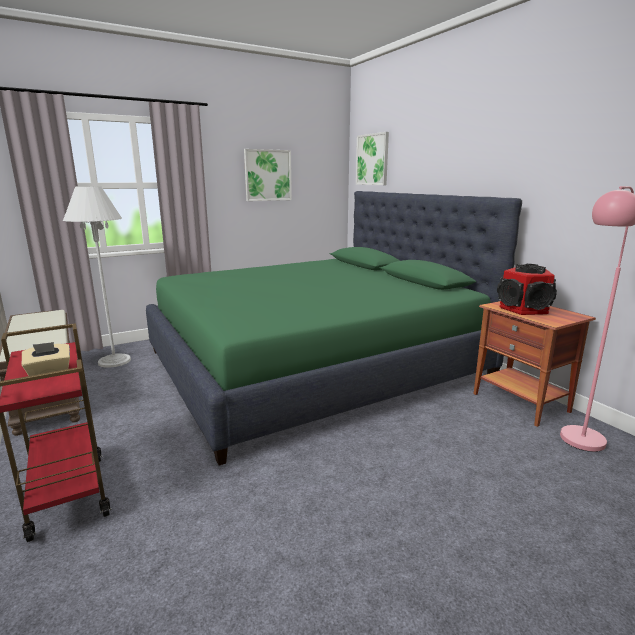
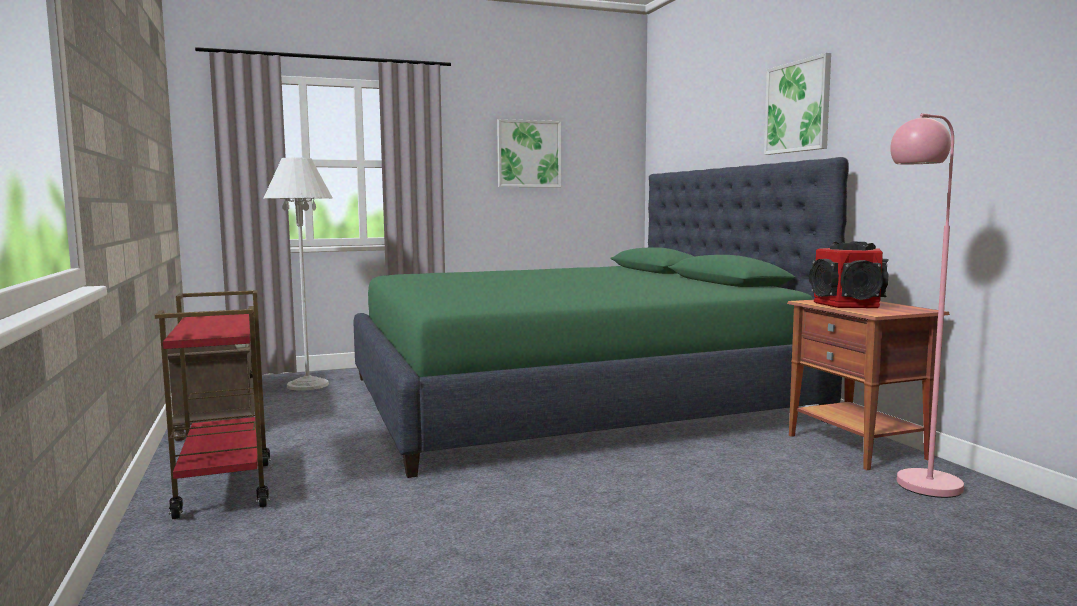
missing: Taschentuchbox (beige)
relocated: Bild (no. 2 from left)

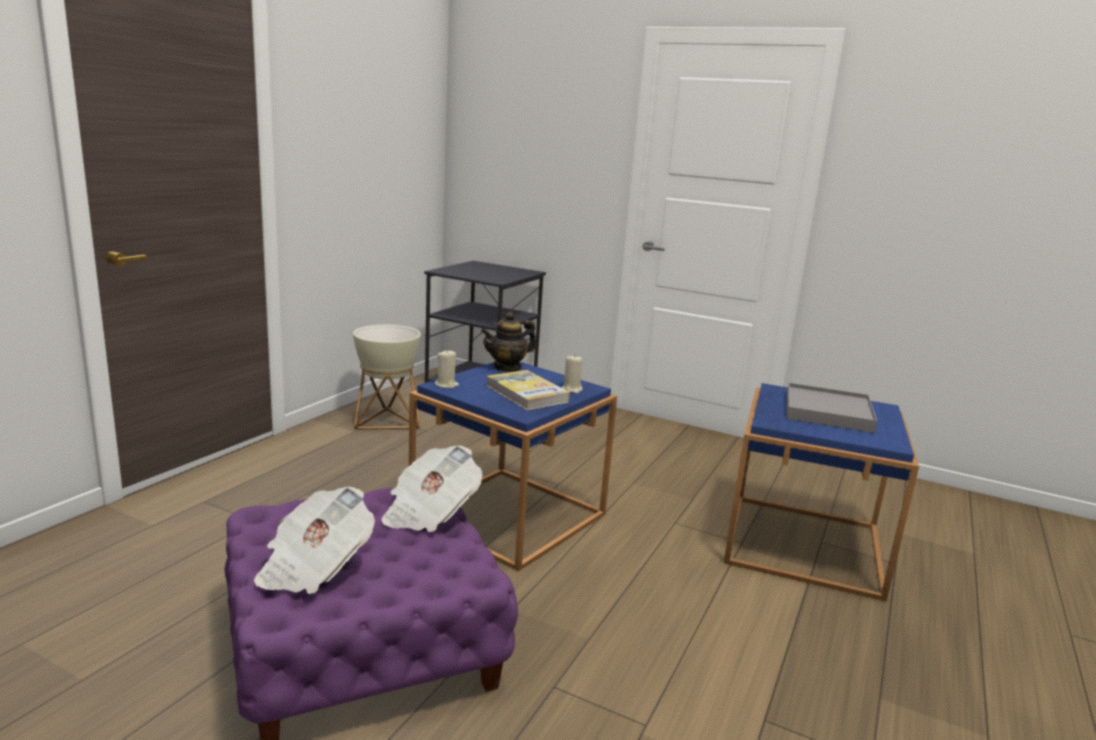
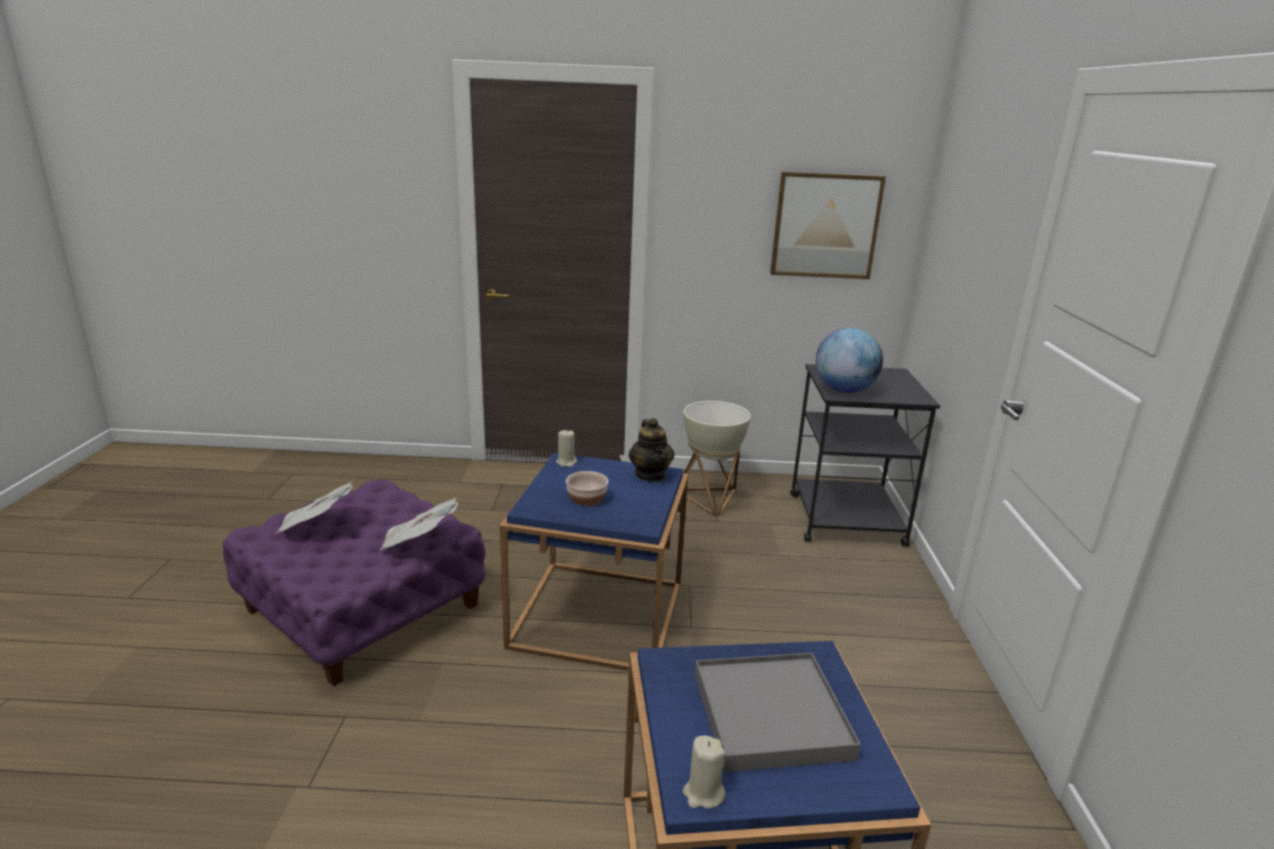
appeared: Bild; Globus
relocated: Kerze (beige) (no. 2 from left)
exchanged: Buch to Schüssel
spun: Teekanne 135 degrees counterclockwise

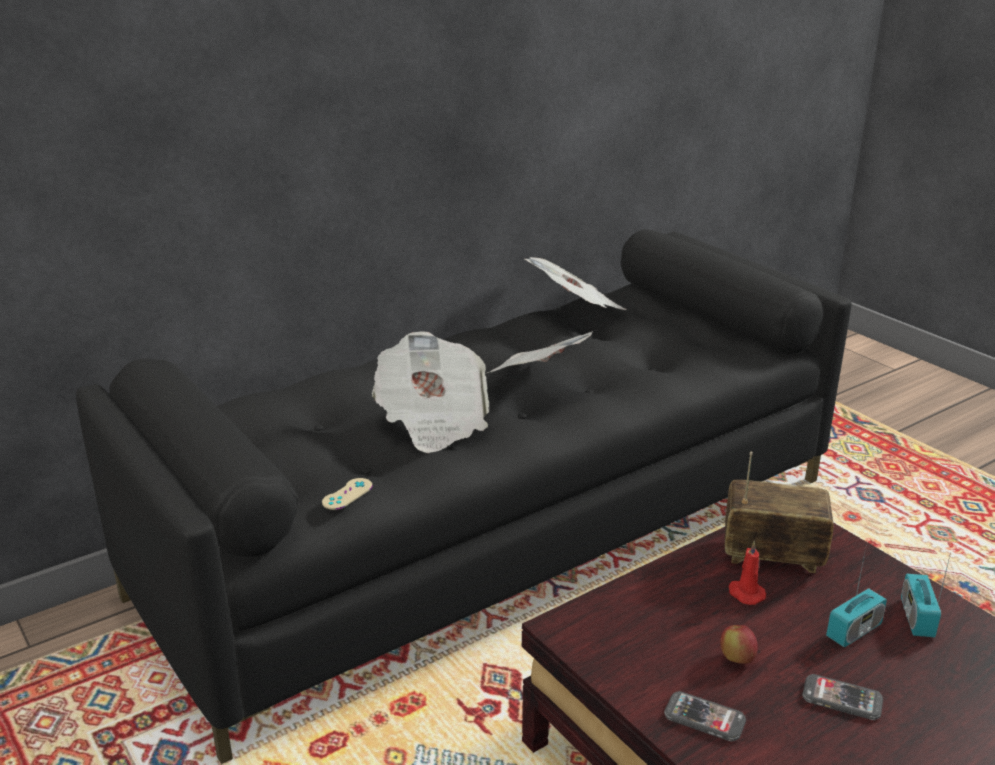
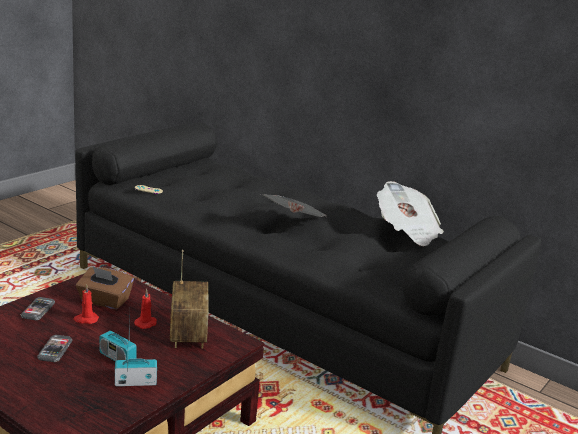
missing: Zeitung (no. 1 from left)
appeared: Taschentuchbox (braun)
exchanged: Apfel to Kerze (rot) (no. 1 from left)

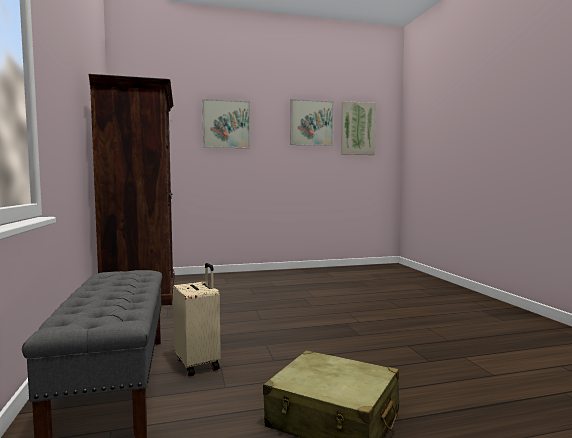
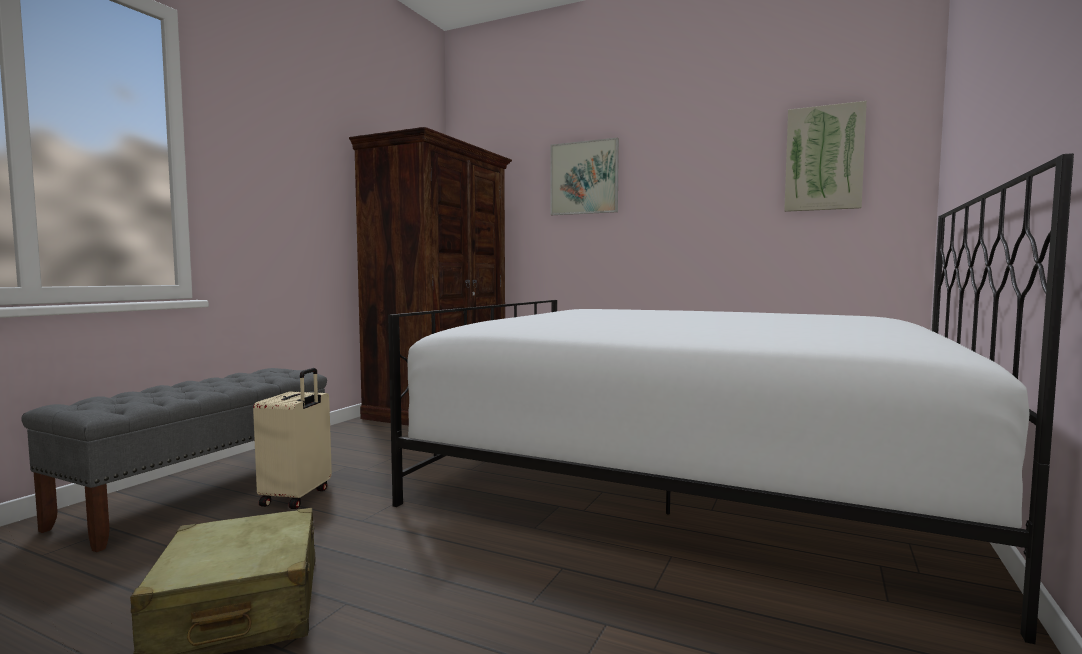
missing: Bild (no. 2 from left)
appeared: Bett (weiß)

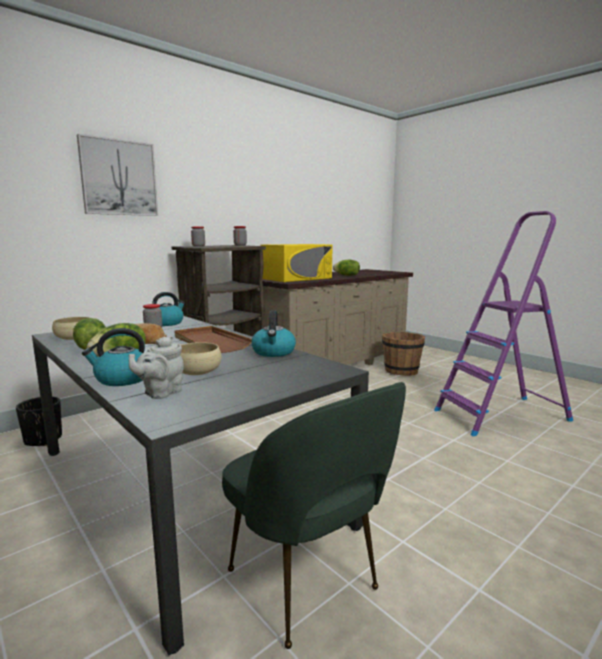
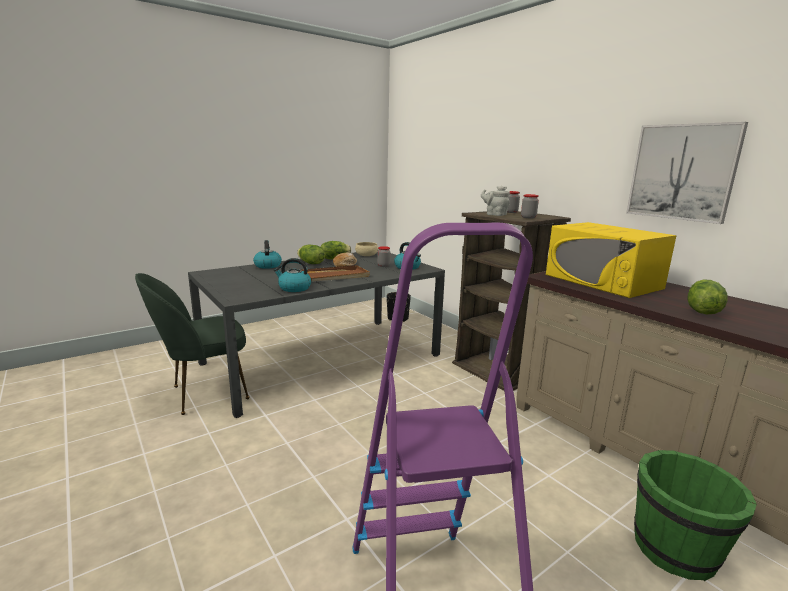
missing: Schüssel (beige) (no. 2 from left)
relocated: Bild; Teekanne (grau)
colour: Eimer (braun) to Eimer (grün)

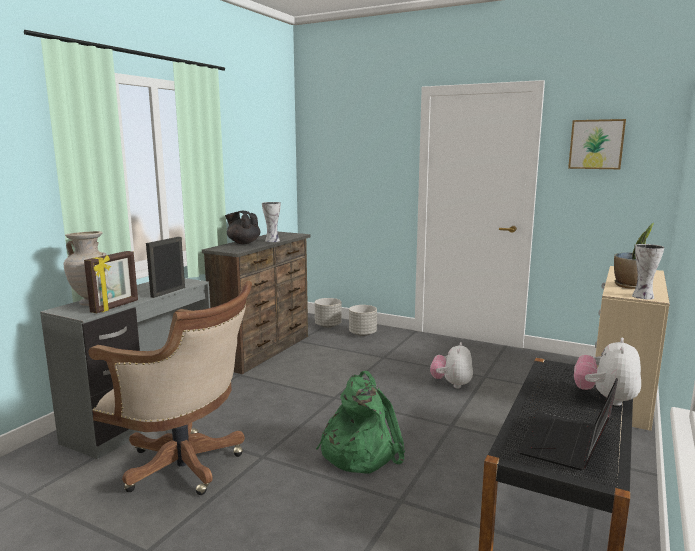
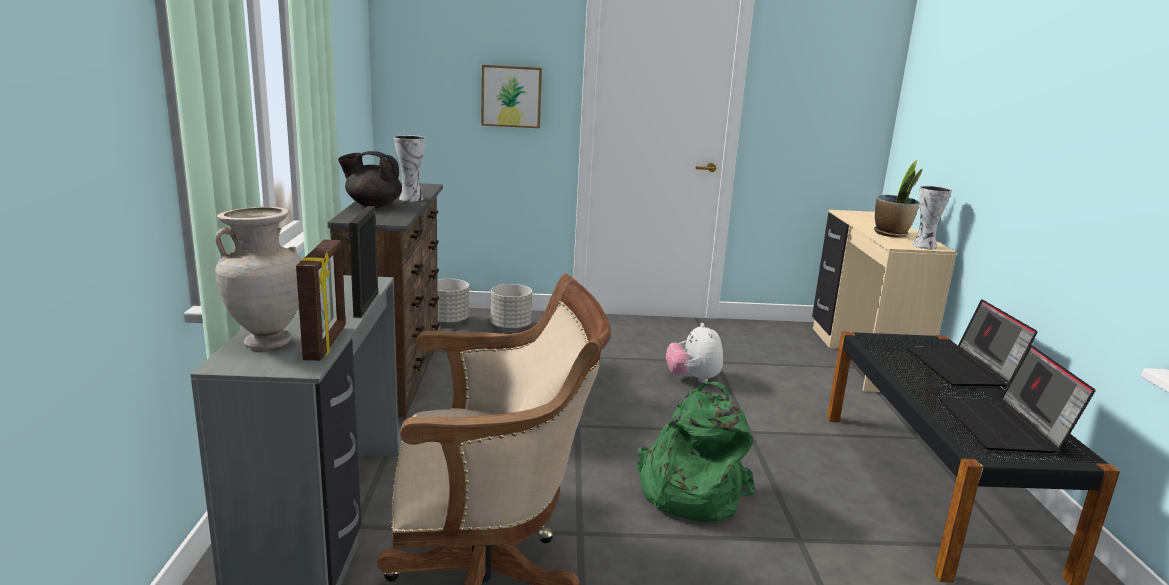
relocated: Bild
exchanged: Plüschtier (no. 2 from left) to Laptop (no. 1 from left)

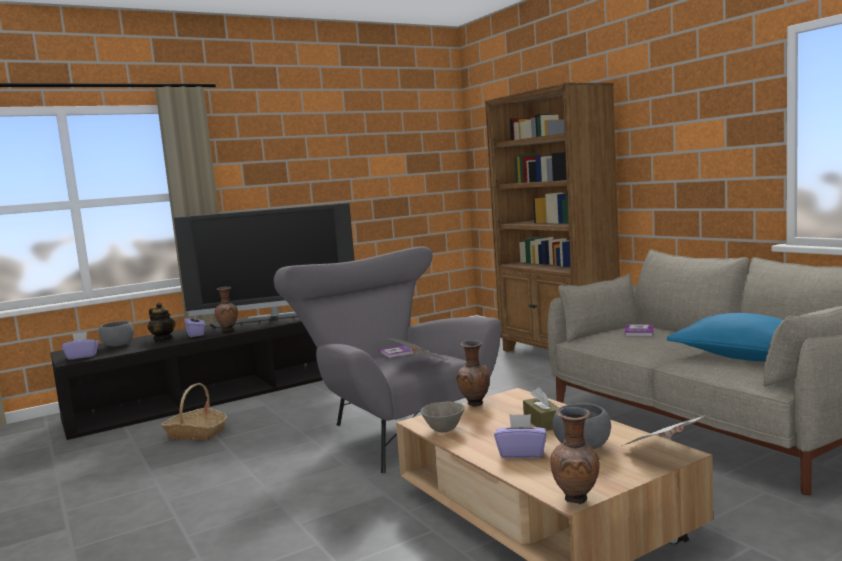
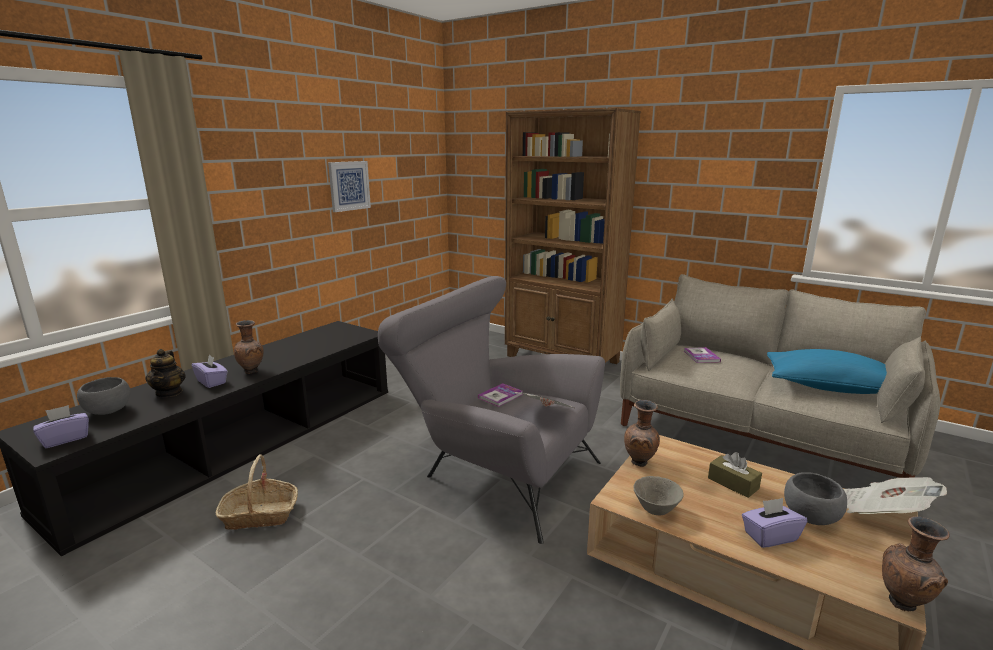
missing: Fernseher
appeared: Bild
spun: Teekanne 60 degrees clockwise

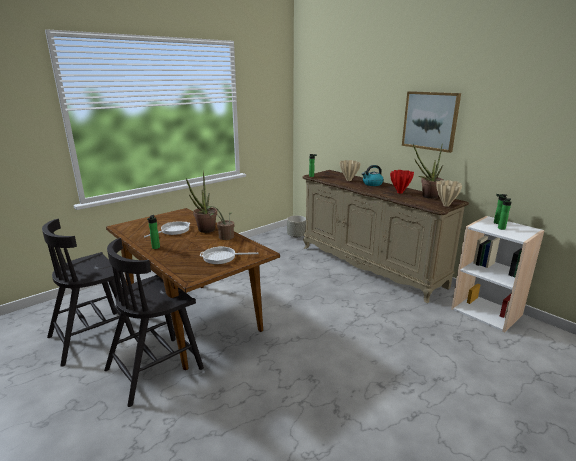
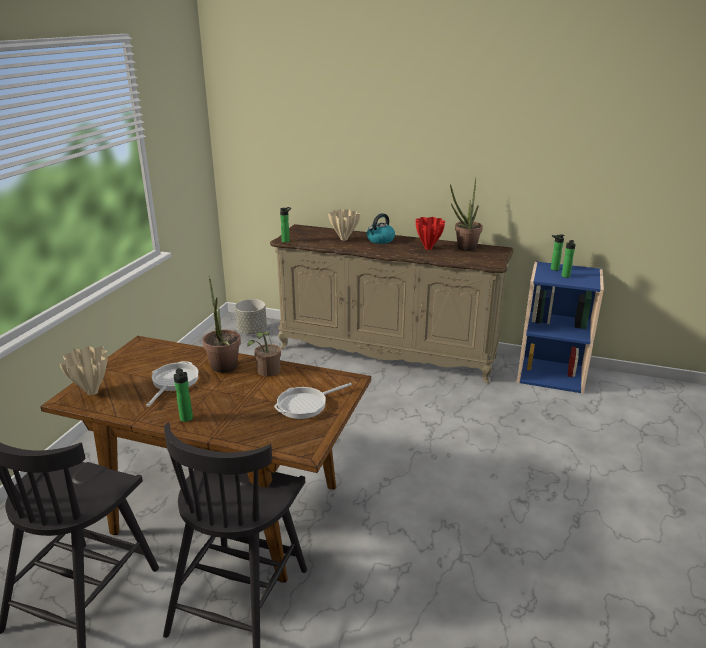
missing: Bild
relocated: Vase (beige) (no. 2 from left in the first image) to Vase (beige) (no. 1 from left)
colour: Bücherregal (weiß) to Bücherregal (blau)

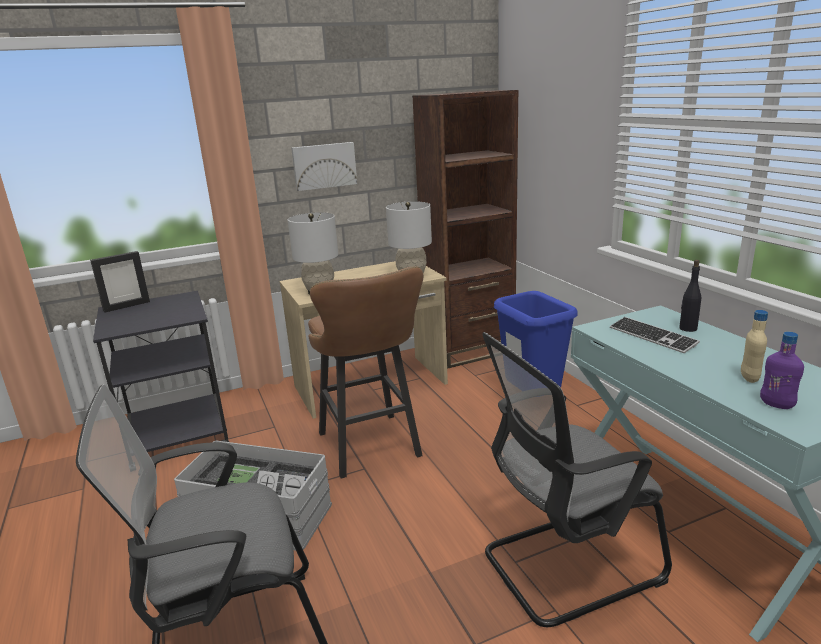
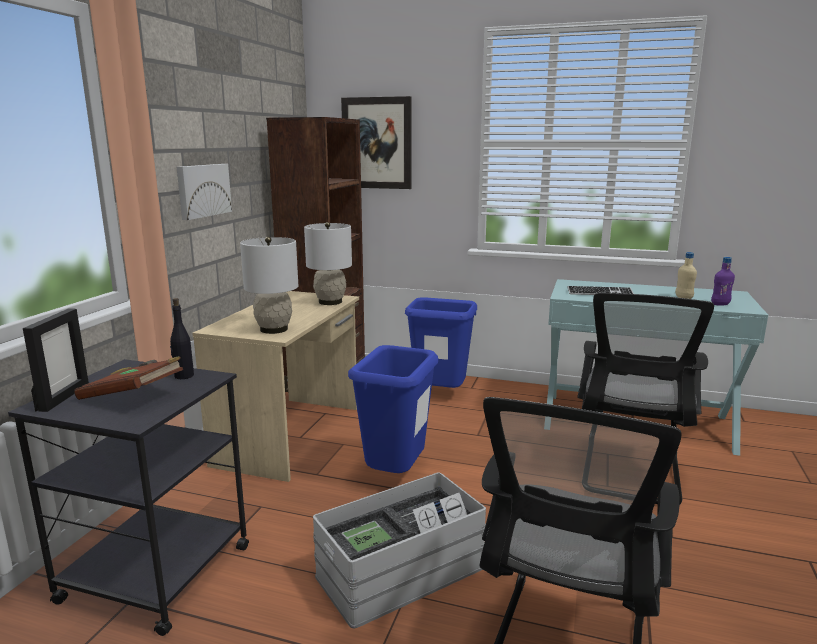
appeared: Buch (braun); Bild (no. 2 from left)
relocated: Flasche (schwarz)
exchanged: Hocker (braun) to Mülleimer (blau) (no. 1 from left)

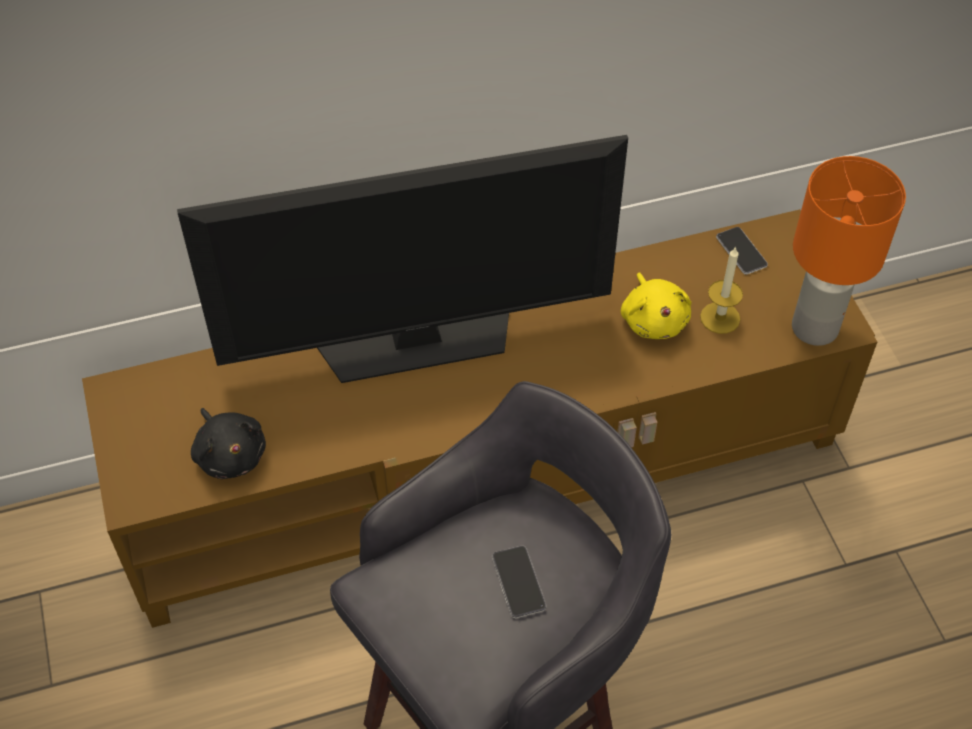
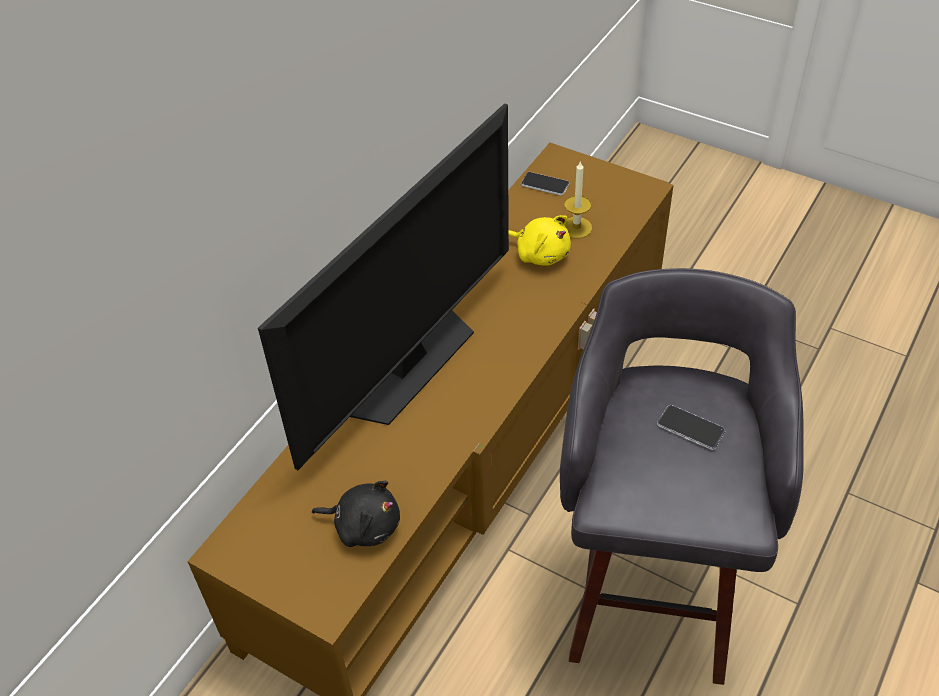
missing: Tischlampe (orange)

